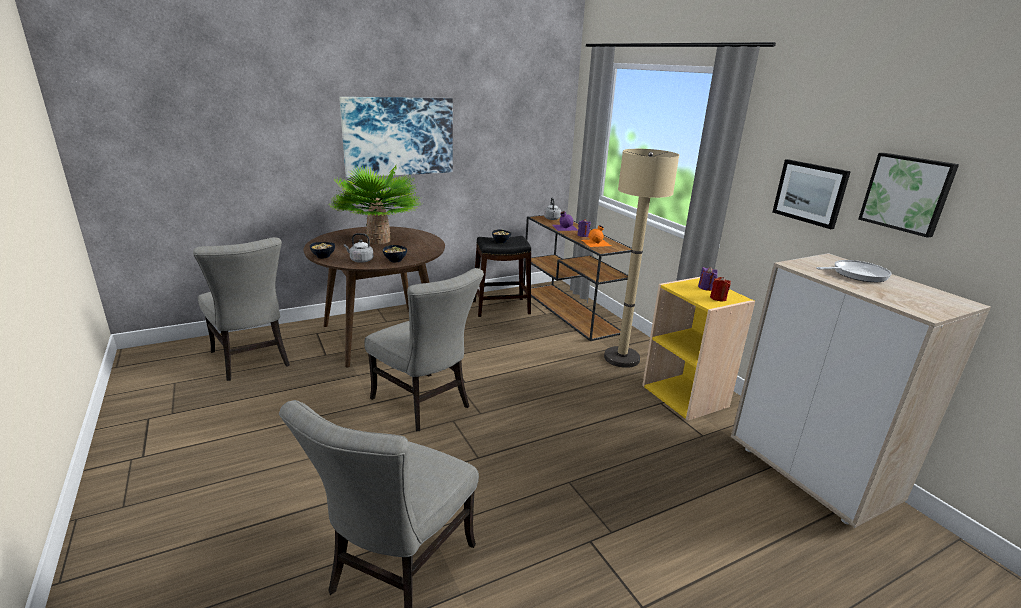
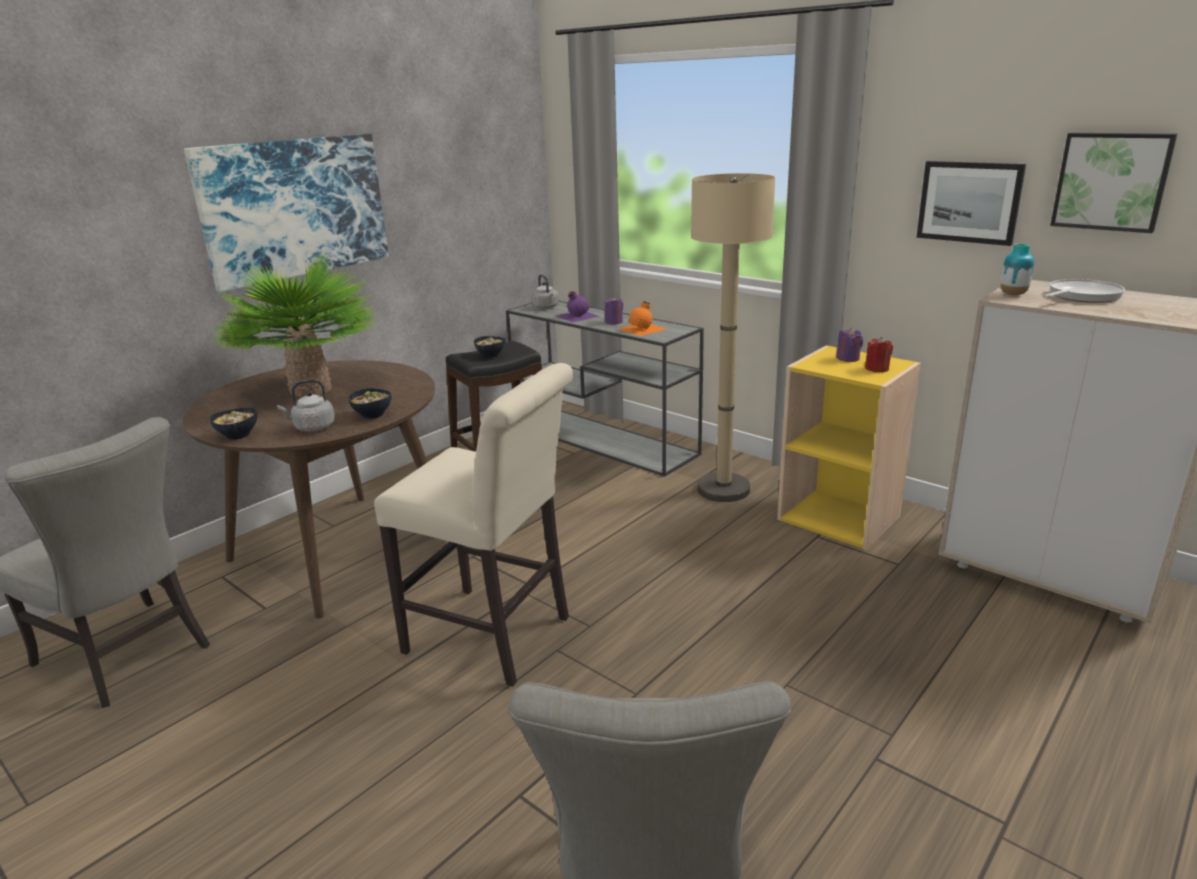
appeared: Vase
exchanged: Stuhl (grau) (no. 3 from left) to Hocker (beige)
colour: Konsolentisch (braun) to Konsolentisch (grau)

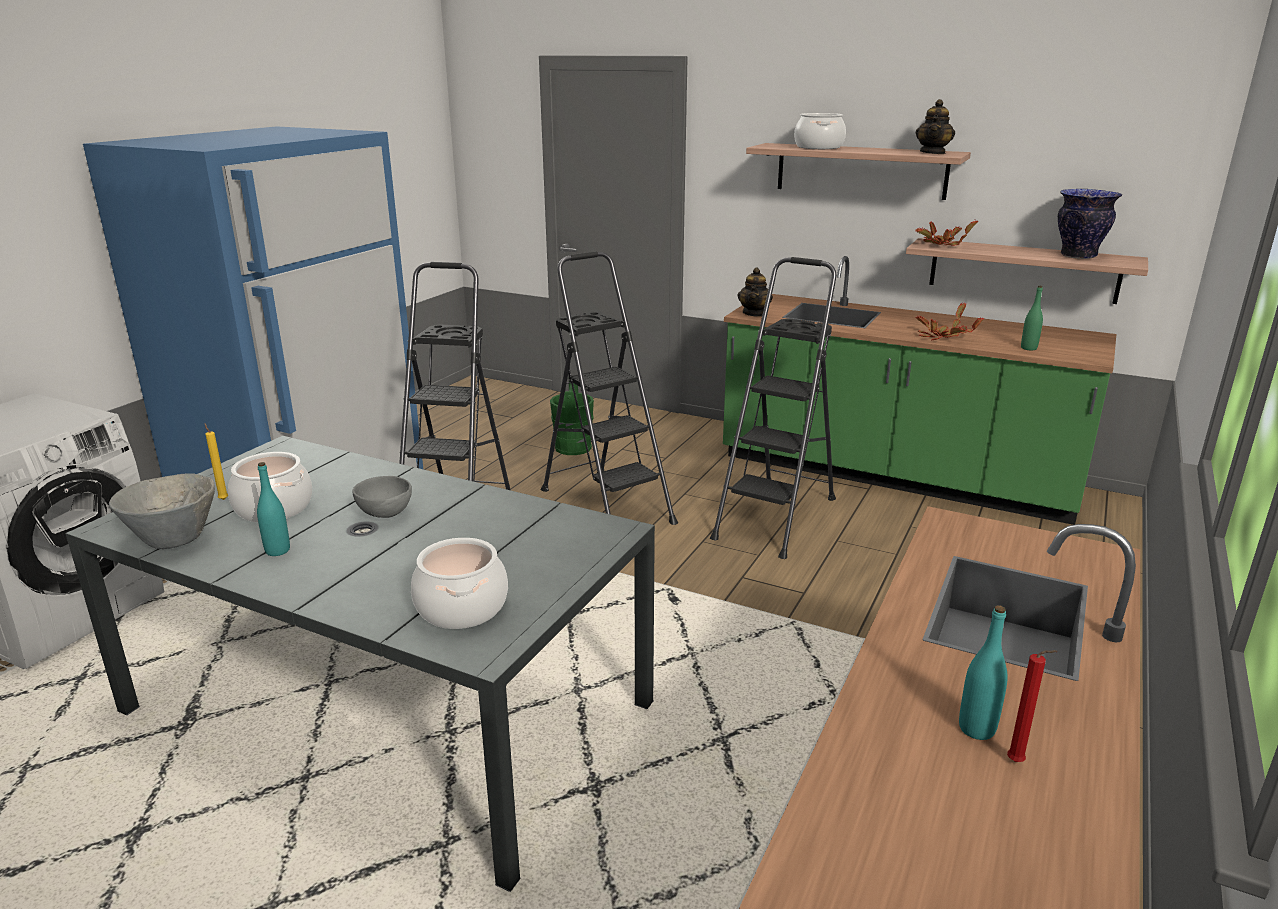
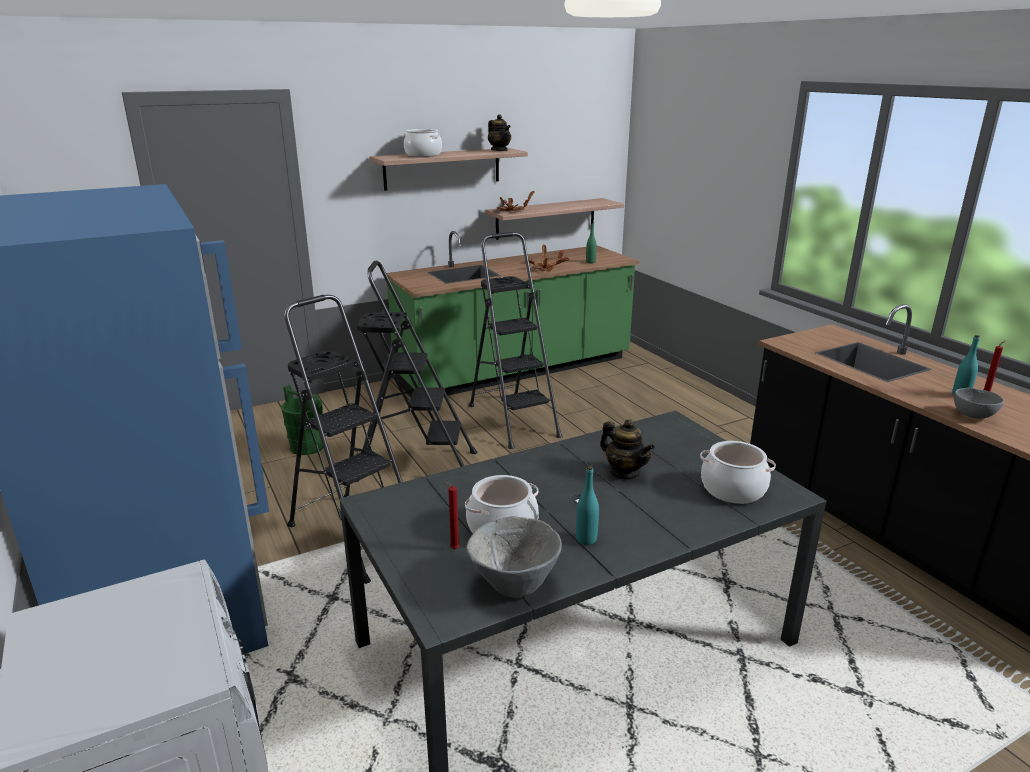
missing: Vase
relocated: Schüssel (grau) (no. 2 from left); Teekanne (no. 1 from left in the first image) to Teekanne (no. 2 from left)
colour: Kerze (gelb) to Kerze (rot) (no. 1 from left)

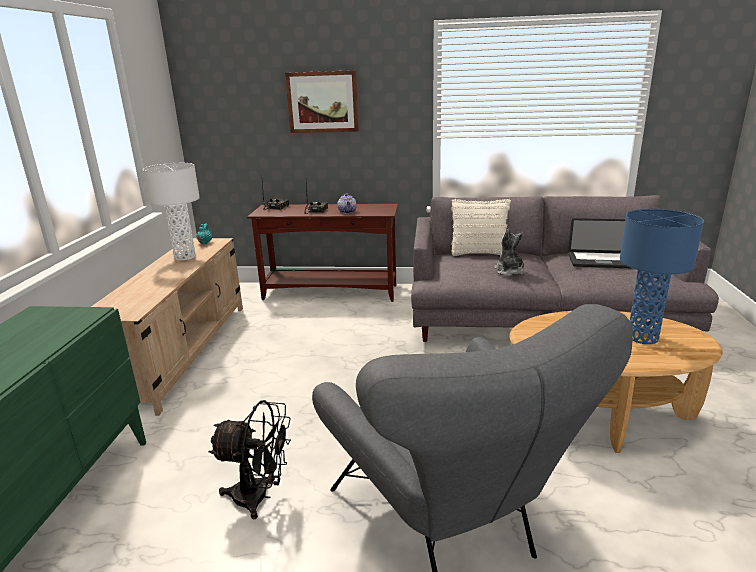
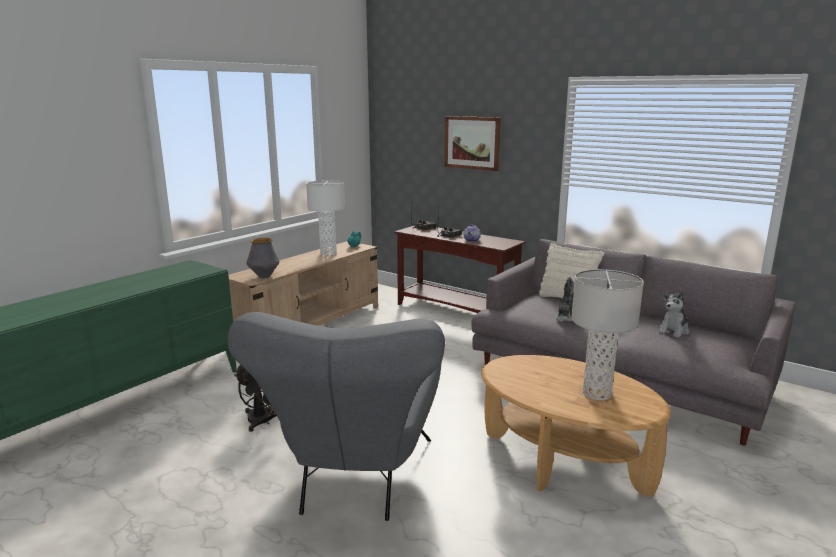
appeared: Vase
exchanged: Laptop to Plüschtier (no. 2 from left)
colour: Tischlampe (blau) to Tischlampe (weiß) (no. 2 from left)

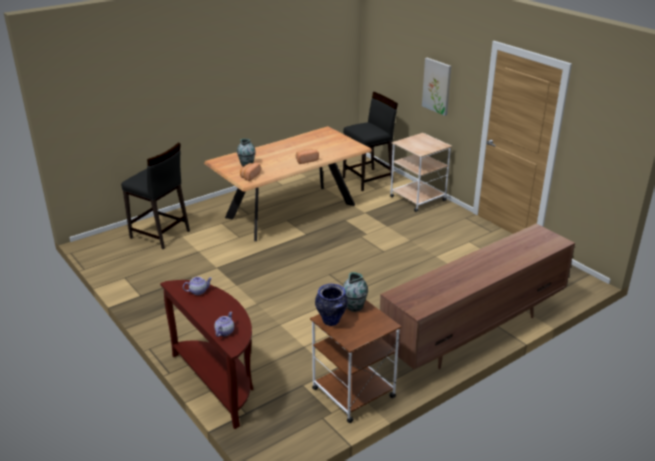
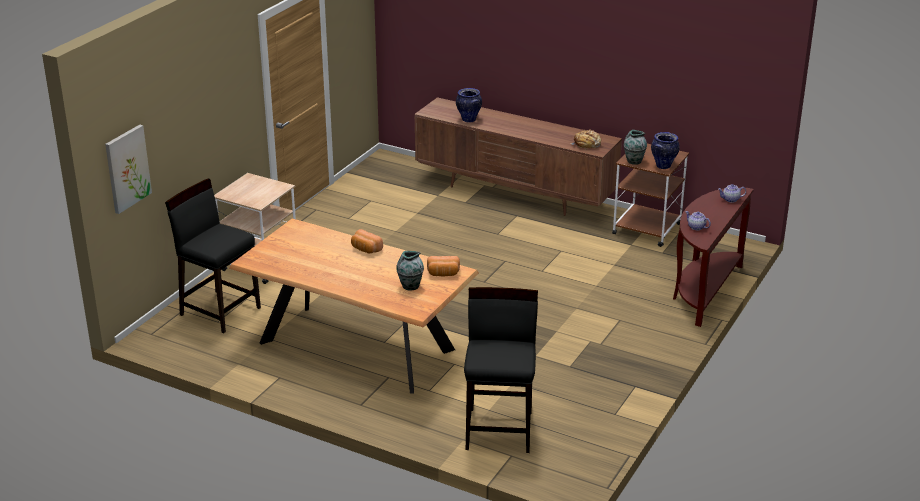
appeared: Vase (no. 2 from left); Brot (no. 3 from left)
relocated: Bild

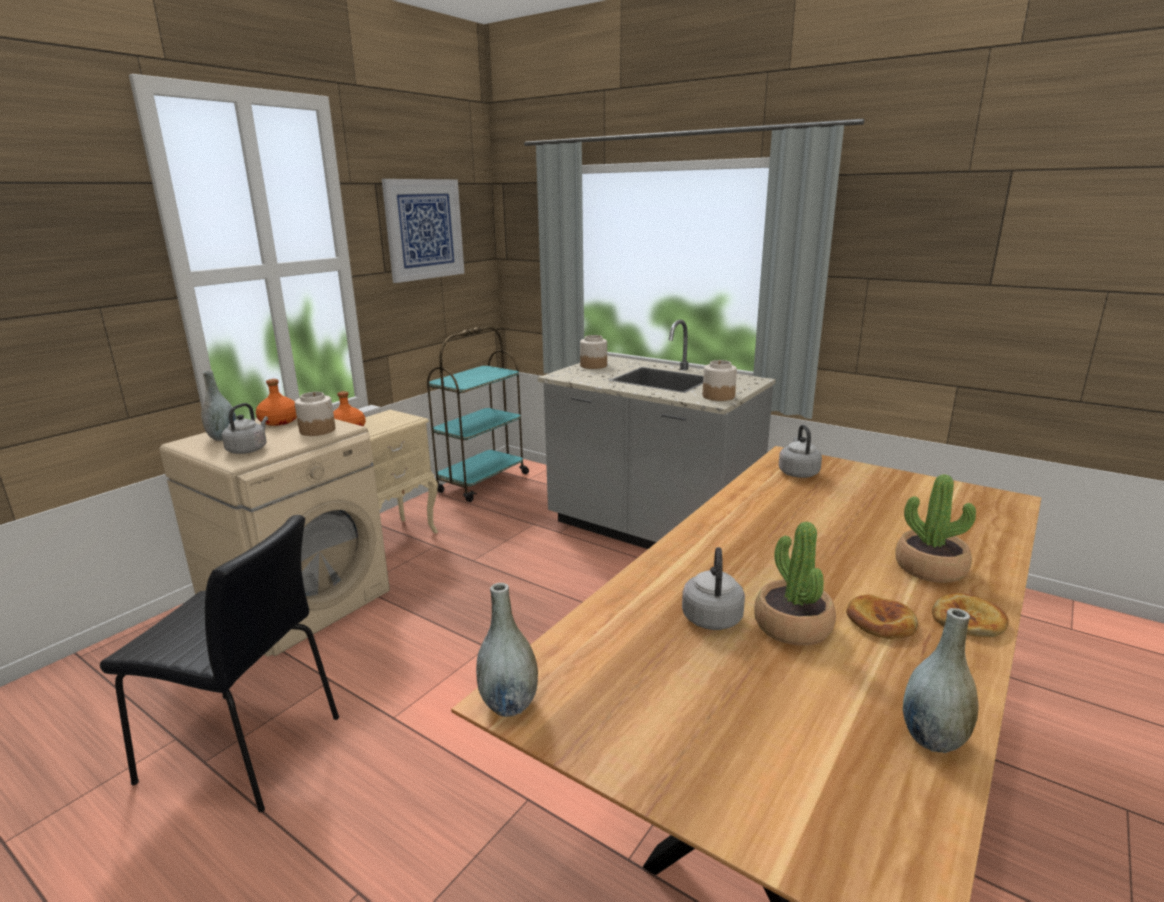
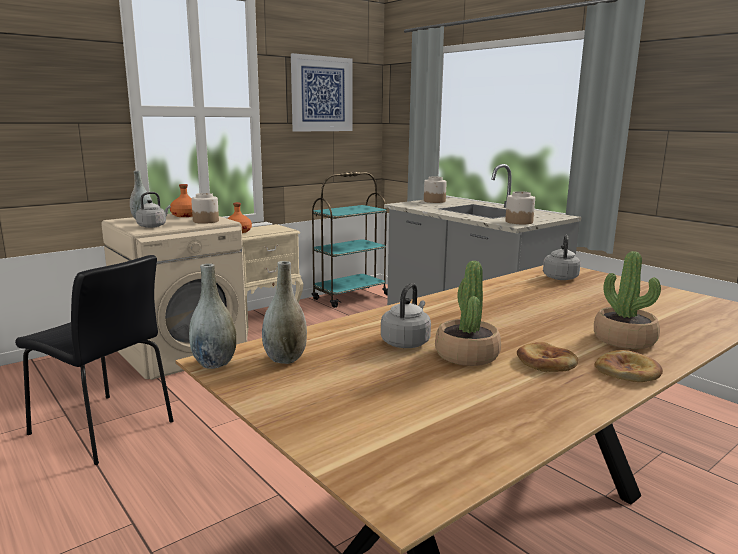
relocated: Vase (grau) (no. 3 from left)

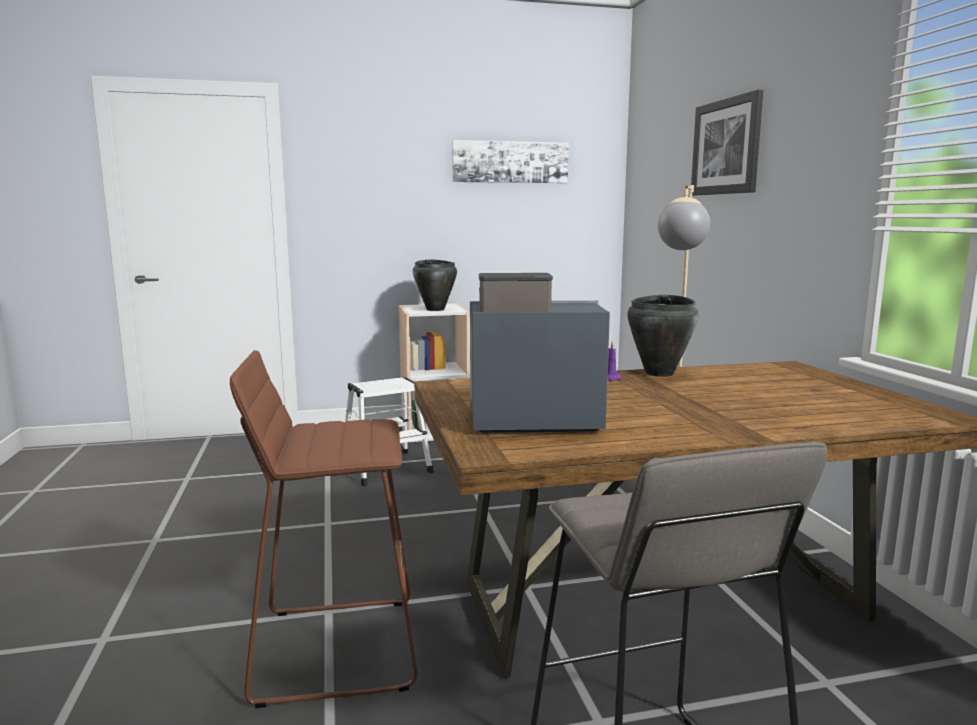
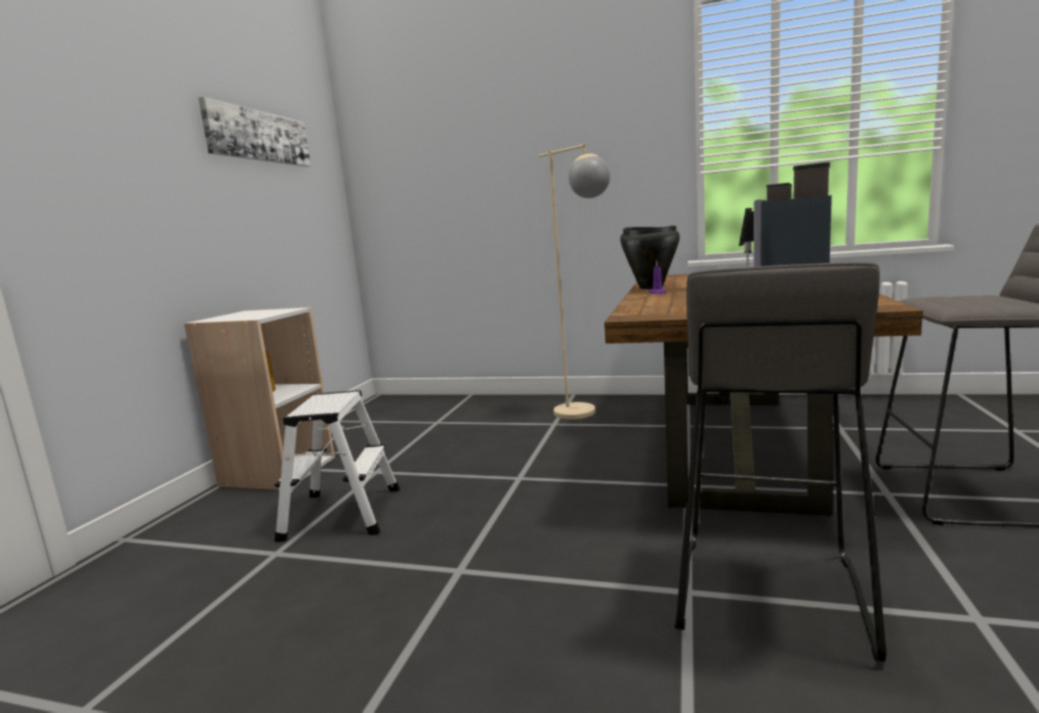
missing: Kochtopf (schwarz) (no. 1 from left); Bild (no. 2 from left)
colour: Hocker (braun) to Hocker (grau) (no. 1 from left)

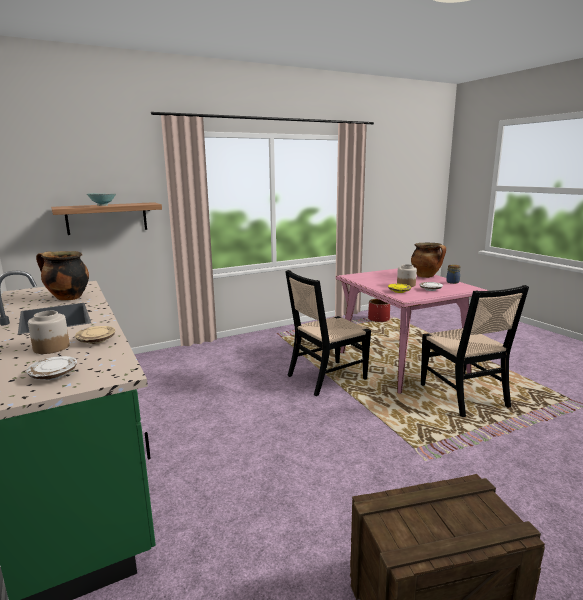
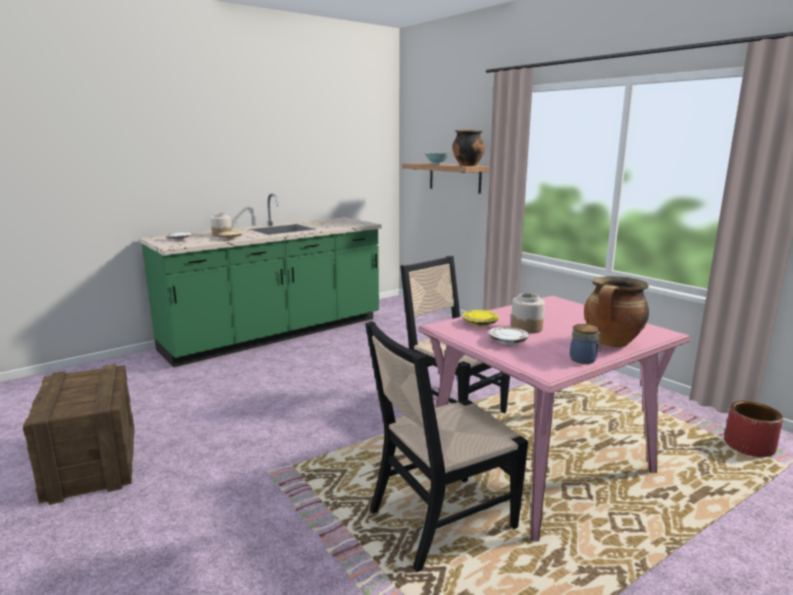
relocated: Kochtopf (no. 1 from left)

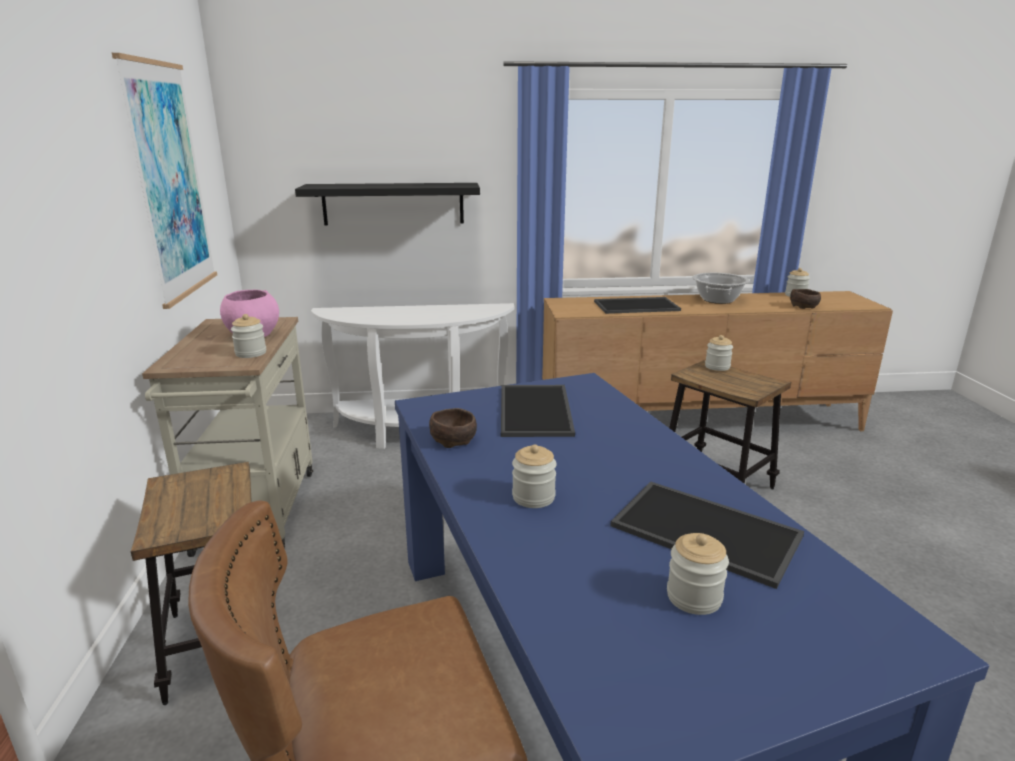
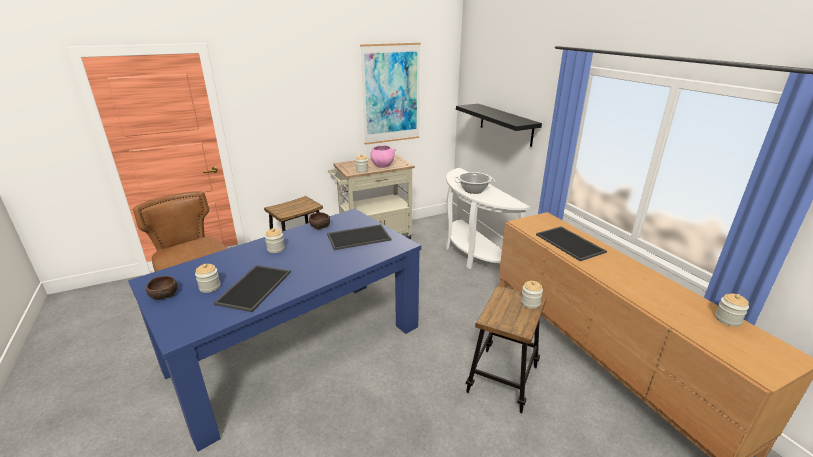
relocated: Kochtopf; Schüssel (braun) (no. 2 from left in the first image) to Schüssel (braun) (no. 1 from left)

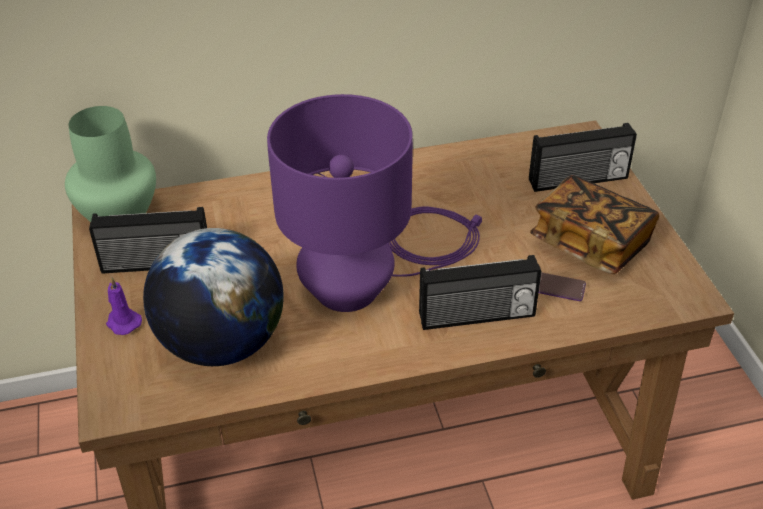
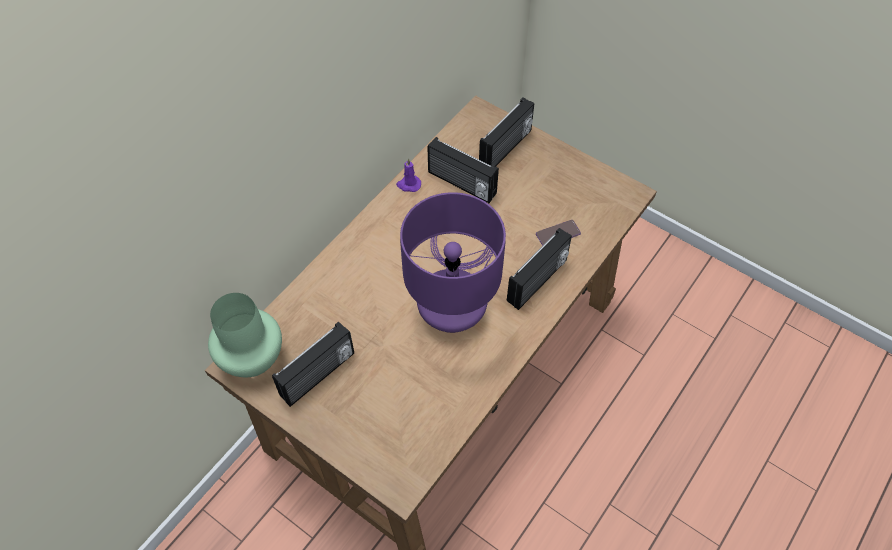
missing: Globus; Buch
appeared: Radio (no. 2 from left)
relocated: Kerze (lila)

